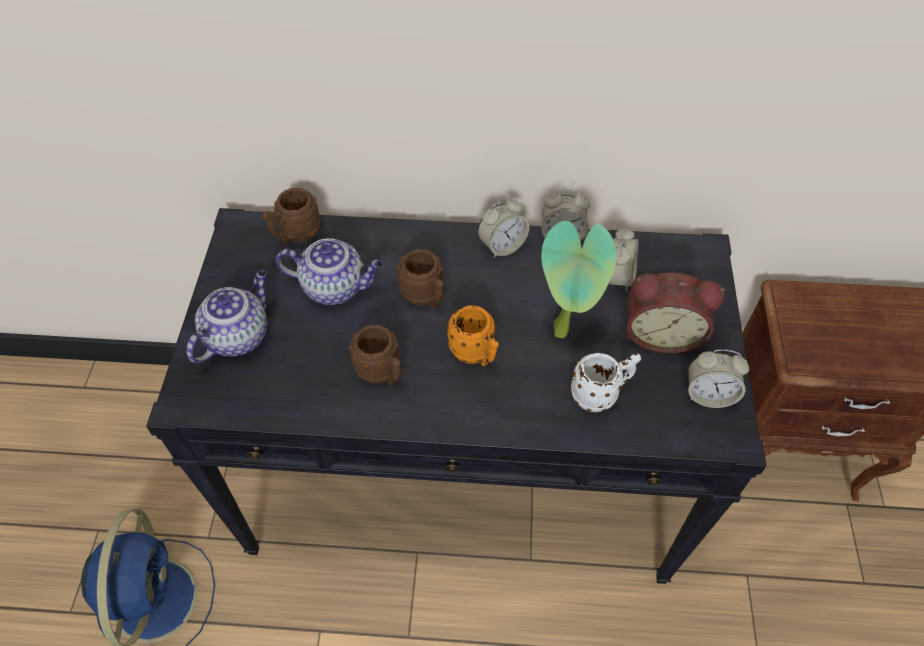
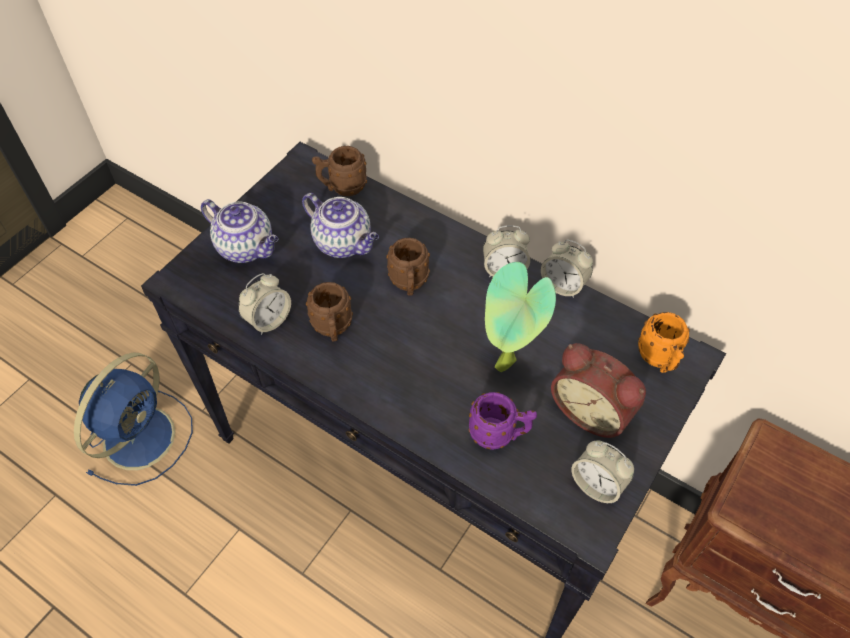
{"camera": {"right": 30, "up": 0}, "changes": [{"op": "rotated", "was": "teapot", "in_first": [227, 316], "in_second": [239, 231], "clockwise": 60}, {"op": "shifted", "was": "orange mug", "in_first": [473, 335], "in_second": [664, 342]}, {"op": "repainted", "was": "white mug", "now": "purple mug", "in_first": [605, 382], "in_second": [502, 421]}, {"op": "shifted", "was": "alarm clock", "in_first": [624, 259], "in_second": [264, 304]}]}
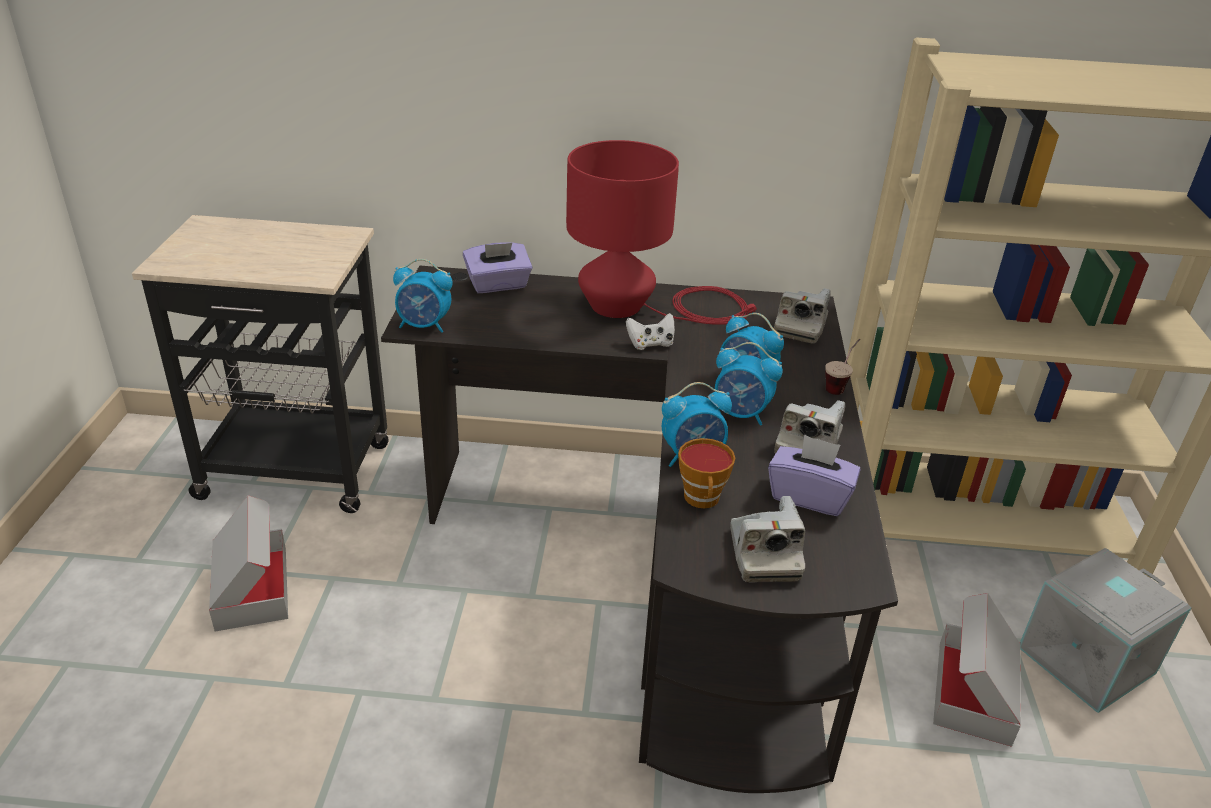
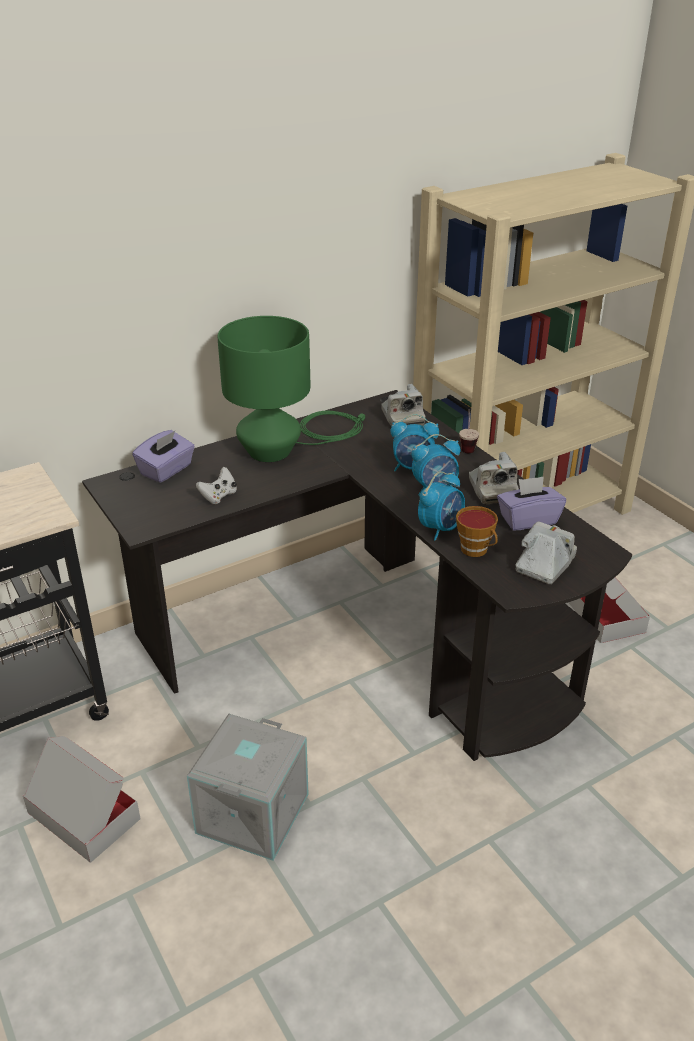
{"camera": {"right": -35, "up": 0}, "changes": [{"op": "gone", "was": "alarm clock", "in_first": [423, 296]}, {"op": "repainted", "was": "red table lamp", "now": "green table lamp", "in_first": [661, 232], "in_second": [291, 389]}, {"op": "shifted", "was": "white game controller", "in_first": [650, 331], "in_second": [216, 485]}, {"op": "rotated", "was": "photo camera", "in_first": [767, 539], "in_second": [546, 552], "clockwise": -105}, {"op": "shifted", "was": "grey storage box", "in_first": [1106, 630], "in_second": [248, 787]}]}
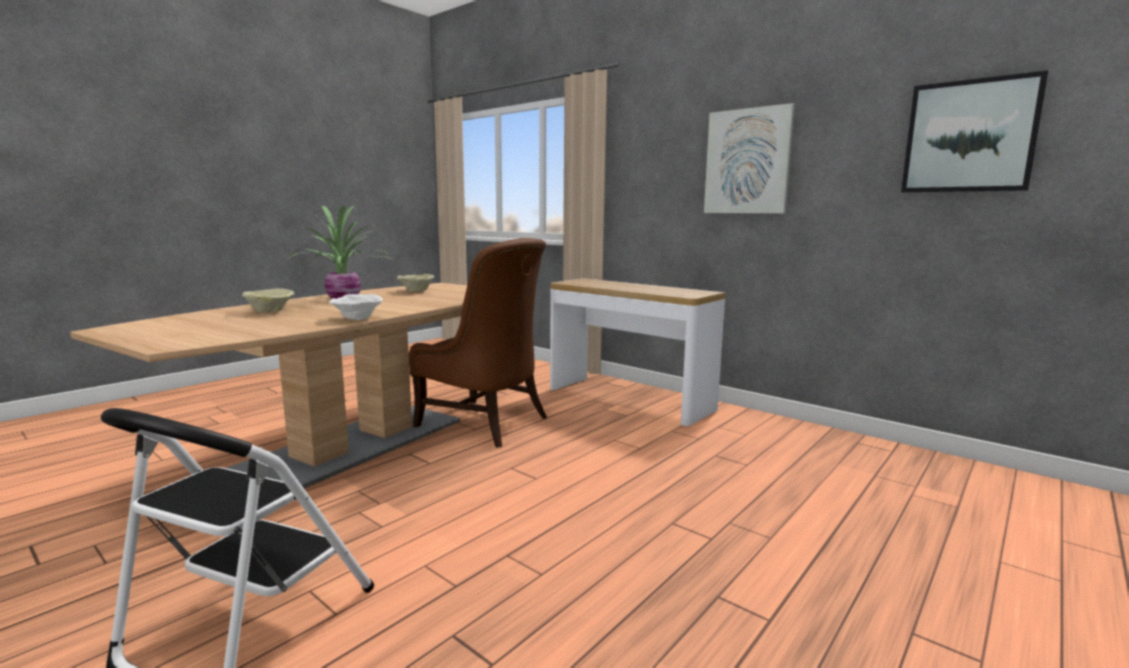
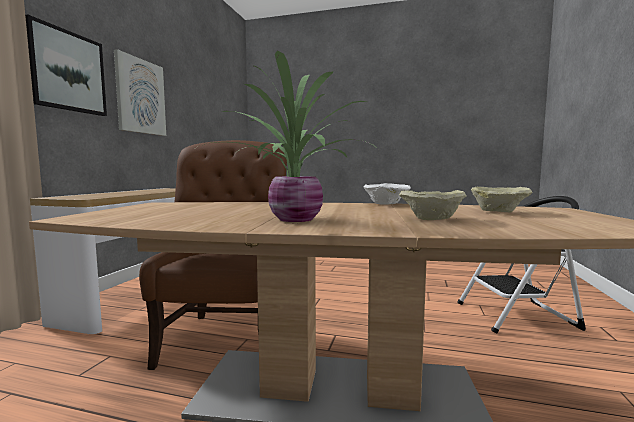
{"camera": {"right": -115, "up": -5}, "changes": [{"op": "shifted", "was": "beige bowl", "in_first": [415, 283], "in_second": [502, 199]}, {"op": "shifted", "was": "picture", "in_first": [974, 131], "in_second": [66, 65]}]}
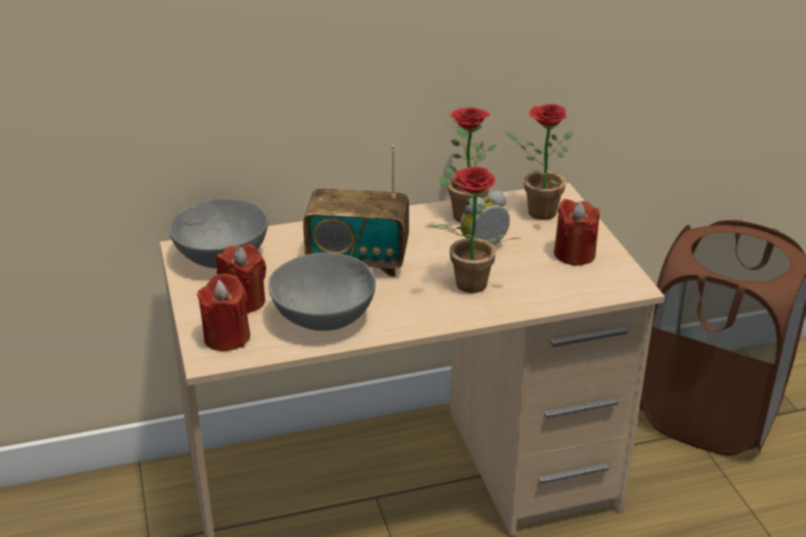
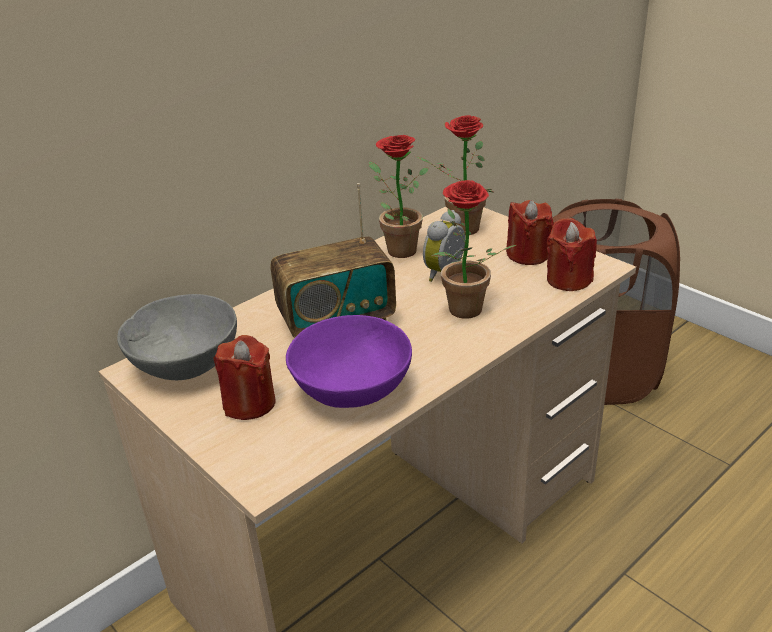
{"camera": {"right": -25, "up": 0}, "changes": [{"op": "shifted", "was": "red candle", "in_first": [223, 312], "in_second": [572, 254]}, {"op": "repainted", "was": "grey bowl", "now": "purple bowl", "in_first": [322, 292], "in_second": [349, 361]}]}
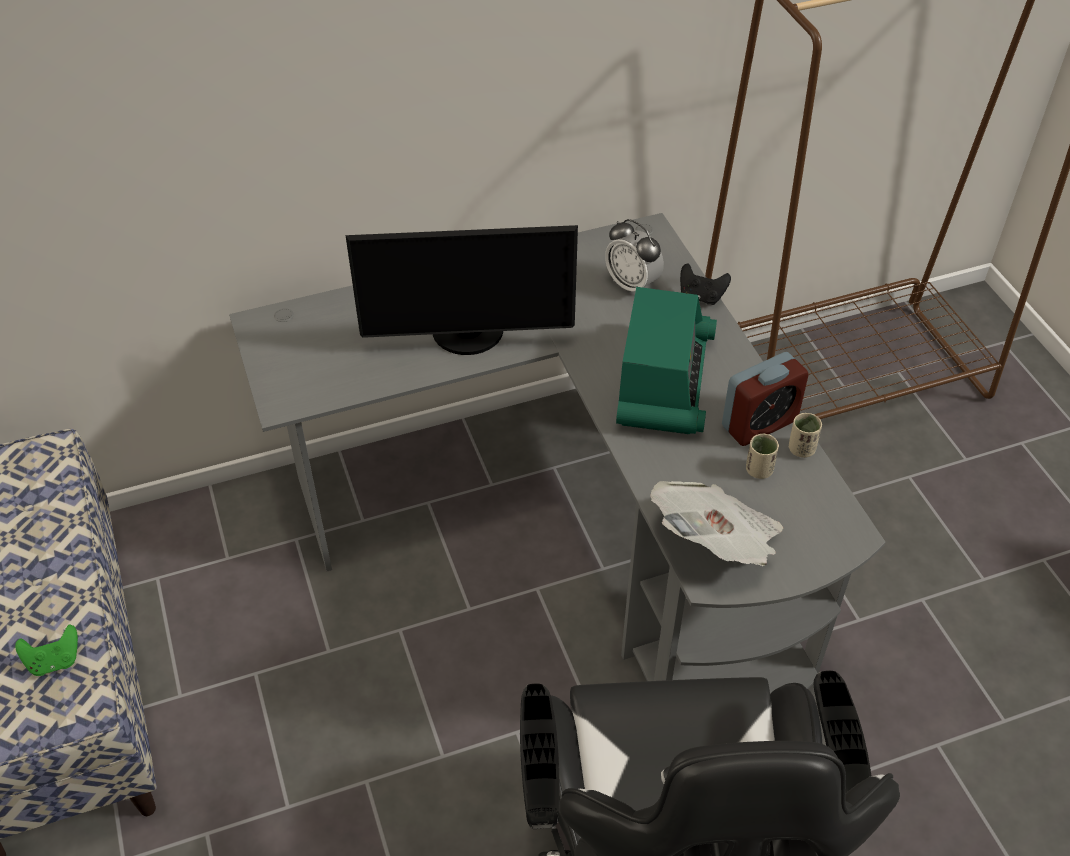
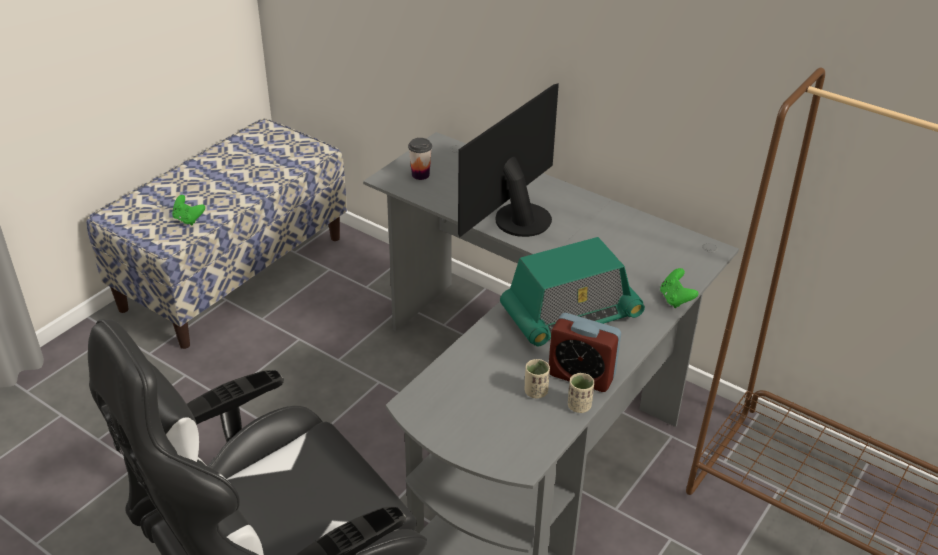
{"camera": {"right": 55, "up": -10}, "changes": [{"op": "rotated", "was": "monitor", "in_first": [461, 290], "in_second": [508, 160], "clockwise": 75}, {"op": "gone", "was": "alarm clock", "in_first": [634, 255]}, {"op": "gone", "was": "newspaper", "in_first": [716, 523]}, {"op": "repainted", "was": "black game controller", "now": "green game controller", "in_first": [705, 284], "in_second": [679, 288]}, {"op": "new", "now": "cup", "in_second": [420, 159]}]}
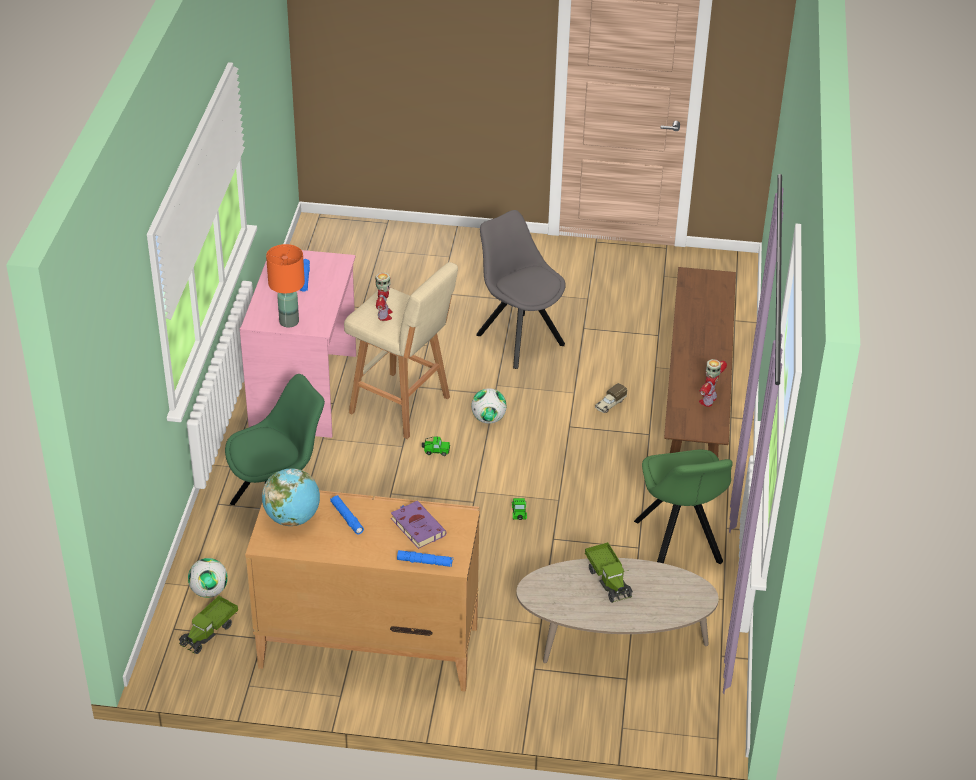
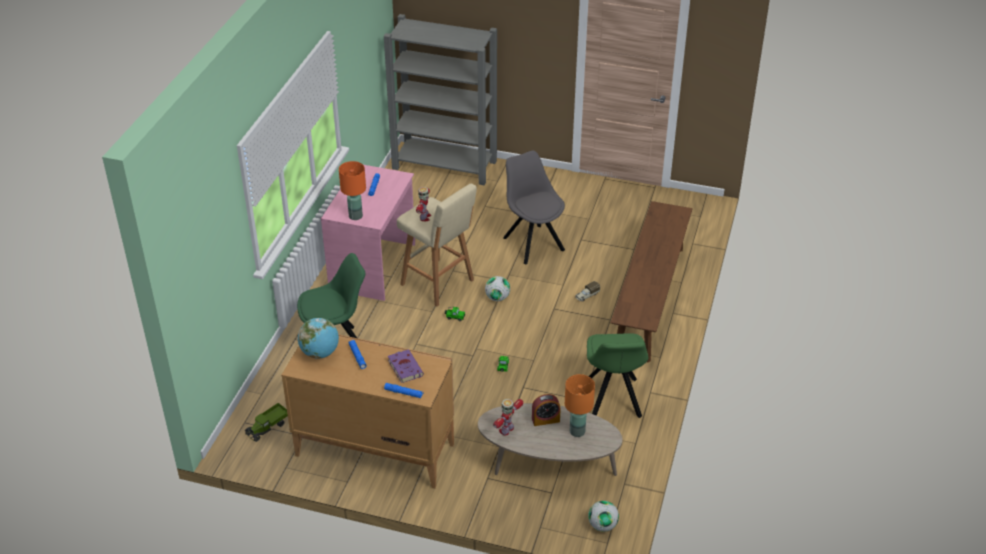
{"camera": {"right": 10, "up": 0}, "changes": [{"op": "shifted", "was": "football", "in_first": [208, 578], "in_second": [603, 516]}, {"op": "swapped", "was": "toy truck", "now": "alarm clock", "in_first": [609, 572], "in_second": [546, 410]}, {"op": "shifted", "was": "toy robot", "in_first": [713, 383], "in_second": [508, 417]}, {"op": "new", "now": "grey bookcase", "in_second": [440, 99]}, {"op": "new", "now": "orange table lamp", "in_second": [580, 405]}]}
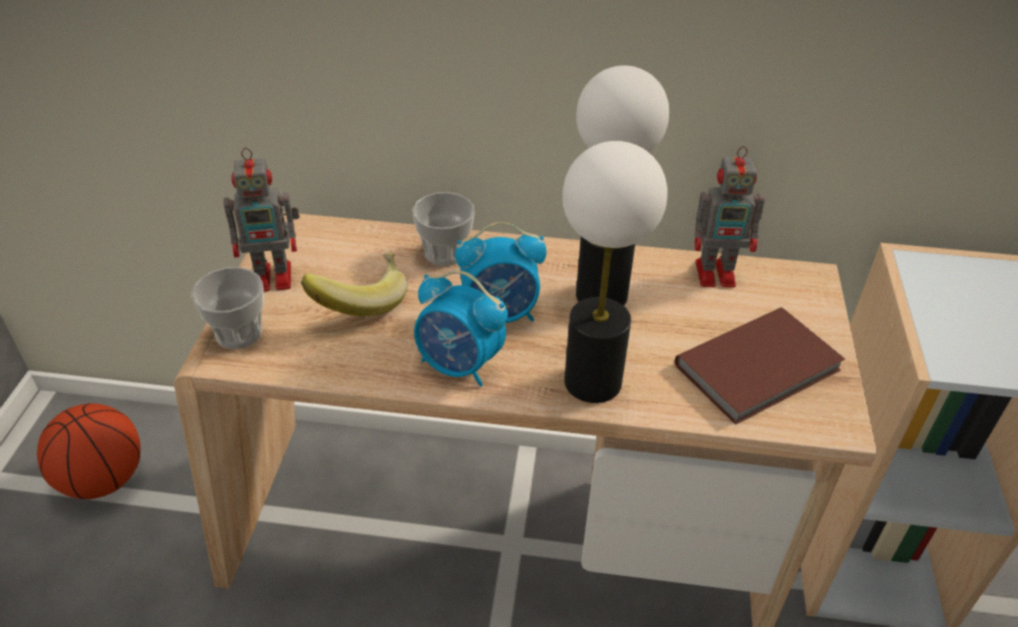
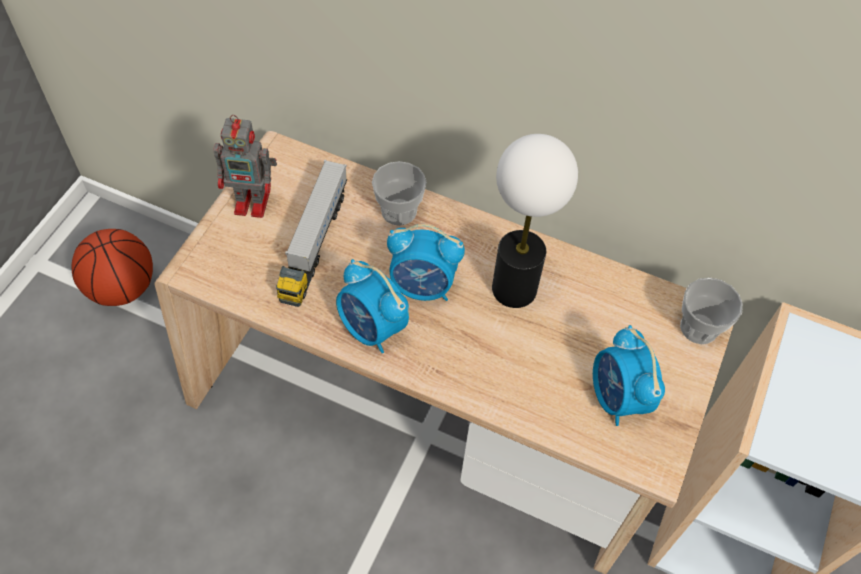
{"camera": {"right": 15, "up": 15}, "changes": [{"op": "shifted", "was": "cup", "in_first": [227, 308], "in_second": [711, 311]}, {"op": "swapped", "was": "banana", "now": "toy truck", "in_first": [354, 284], "in_second": [311, 233]}, {"op": "gone", "was": "table lamp", "in_first": [614, 272]}, {"op": "swapped", "was": "brown book", "now": "alarm clock", "in_first": [760, 366], "in_second": [629, 375]}, {"op": "gone", "was": "toy robot", "in_first": [730, 217]}]}
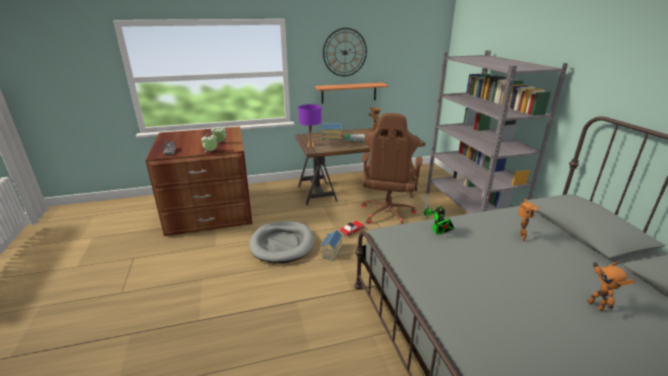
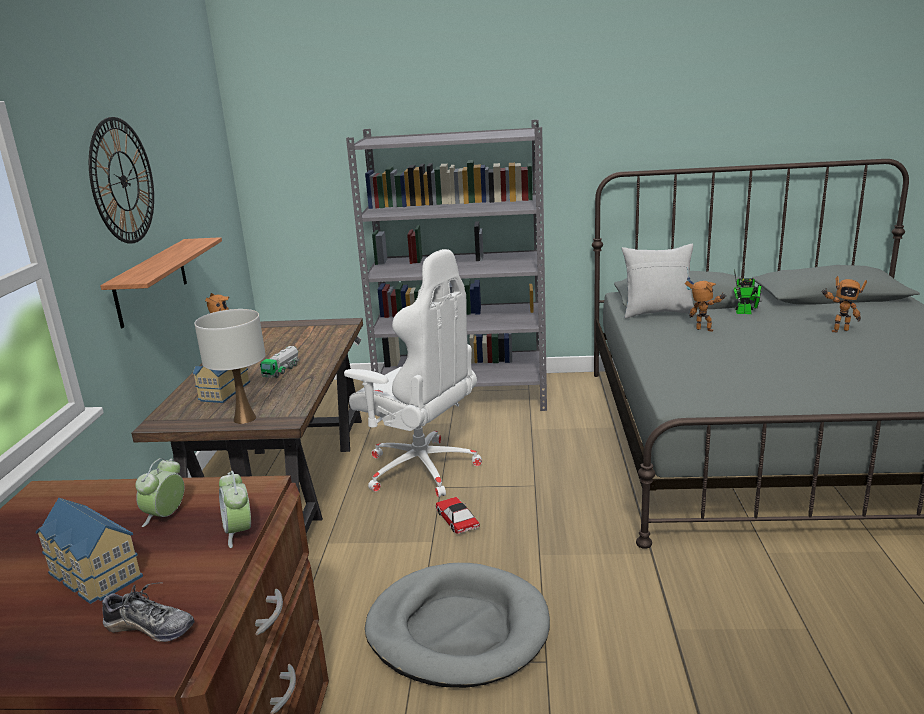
{"camera": {"right": -70, "up": -5}, "changes": [{"op": "repainted", "was": "purple table lamp", "now": "white table lamp", "in_first": [309, 125], "in_second": [229, 366]}, {"op": "shifted", "was": "toy house", "in_first": [331, 245], "in_second": [89, 551]}, {"op": "repainted", "was": "brown office chair", "now": "white office chair", "in_first": [391, 168], "in_second": [413, 373]}, {"op": "shifted", "was": "toy robot", "in_first": [439, 214], "in_second": [748, 291]}, {"op": "new", "now": "grey pillow", "in_second": [658, 281]}]}
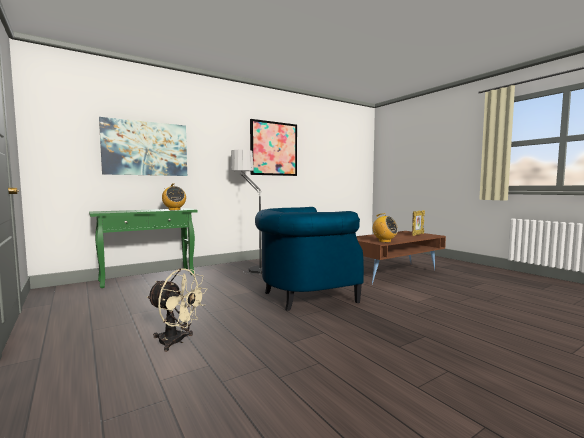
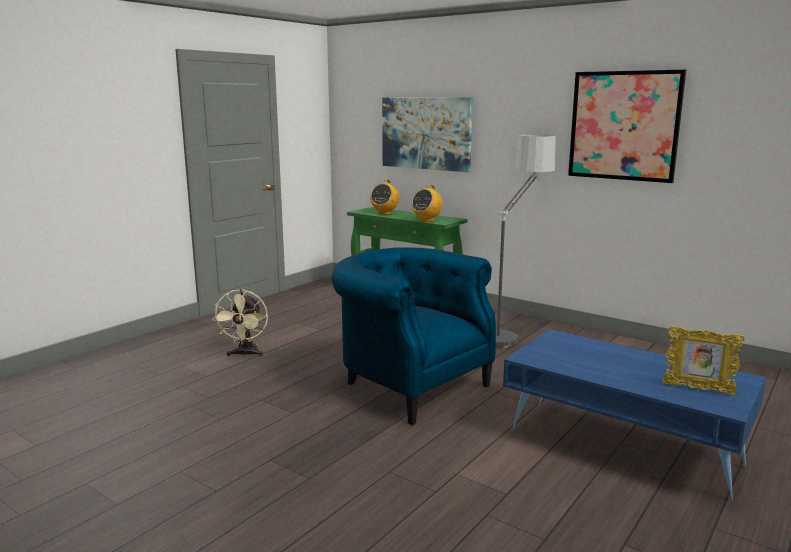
{"camera": {"right": 70, "up": 10}, "changes": [{"op": "repainted", "was": "brown coffee table", "now": "blue coffee table", "in_first": [401, 257], "in_second": [634, 415]}, {"op": "shifted", "was": "radio", "in_first": [385, 227], "in_second": [384, 197]}]}
